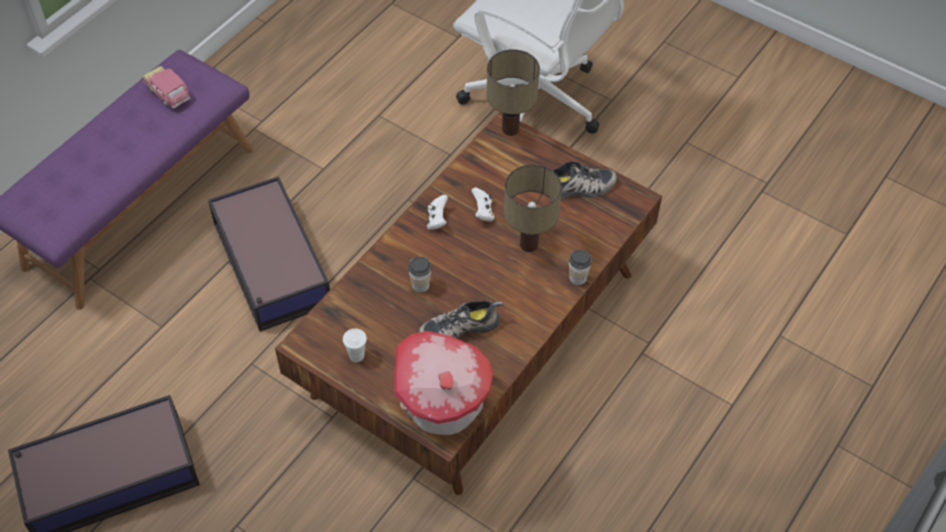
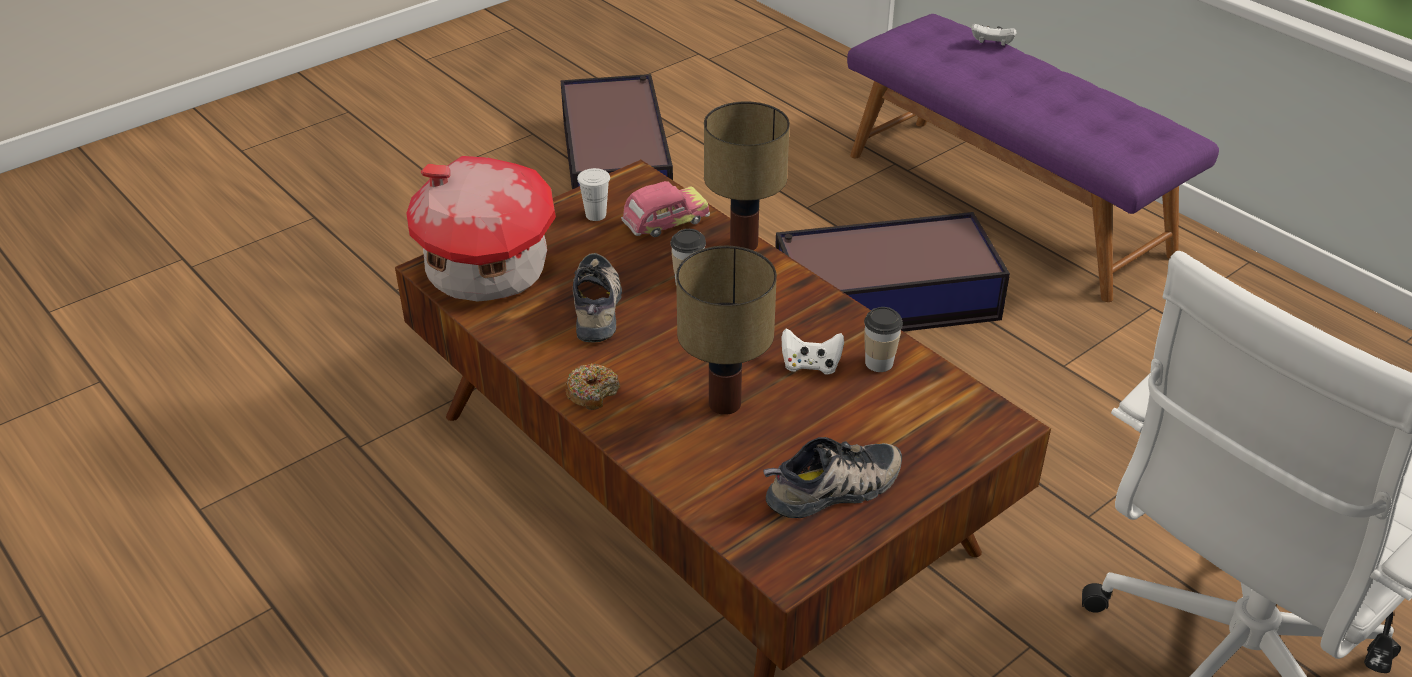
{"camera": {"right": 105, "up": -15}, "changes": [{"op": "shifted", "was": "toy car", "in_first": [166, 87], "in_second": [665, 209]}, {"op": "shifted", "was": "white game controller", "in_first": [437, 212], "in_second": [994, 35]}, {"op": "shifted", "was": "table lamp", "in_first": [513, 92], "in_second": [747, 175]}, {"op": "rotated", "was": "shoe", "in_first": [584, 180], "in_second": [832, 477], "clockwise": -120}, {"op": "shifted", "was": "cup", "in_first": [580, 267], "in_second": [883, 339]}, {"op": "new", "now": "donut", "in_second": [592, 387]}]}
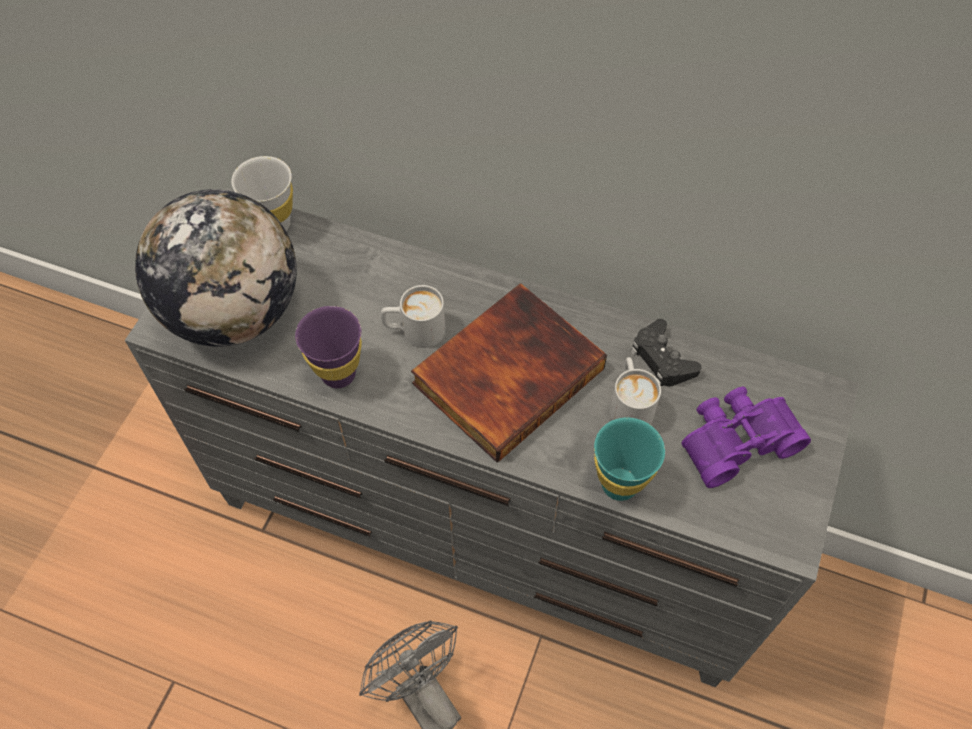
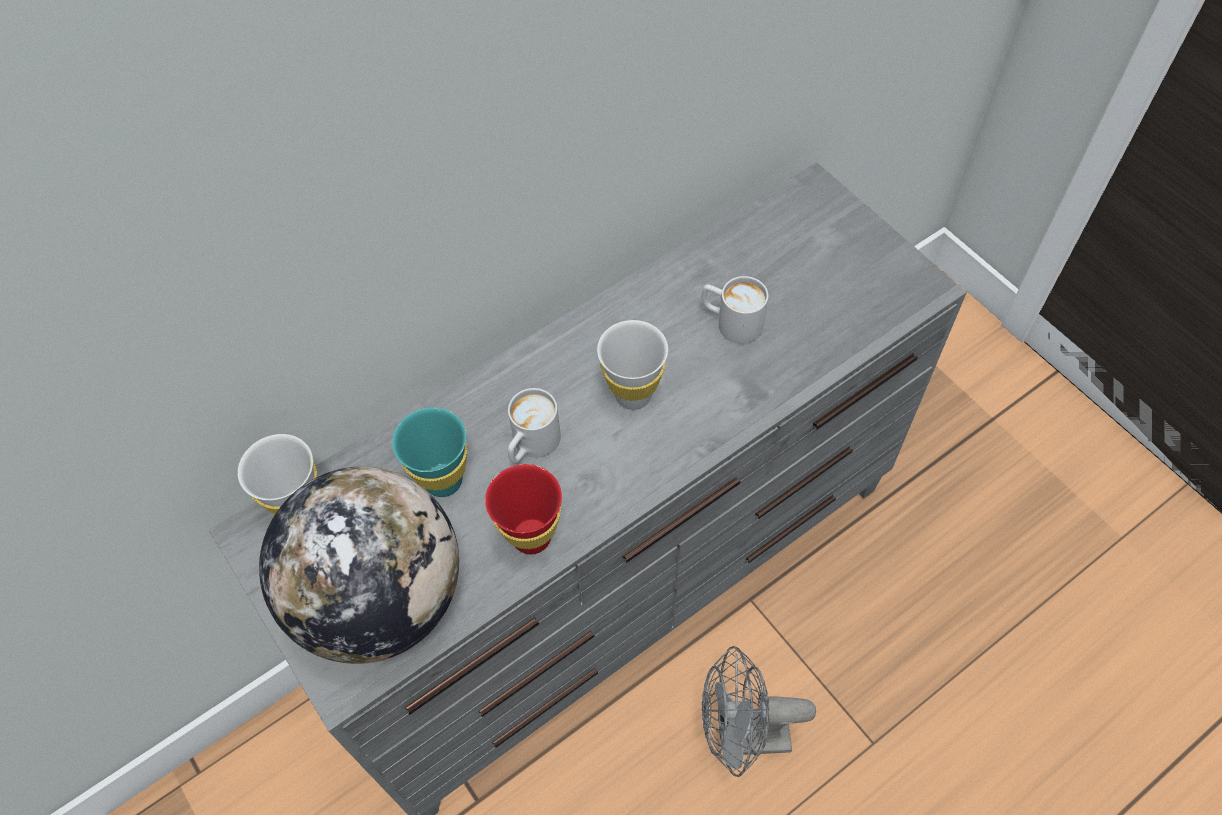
{"camera": {"right": -55, "up": 0}, "changes": [{"op": "repainted", "was": "purple cup", "now": "red cup", "in_first": [328, 347], "in_second": [523, 509]}, {"op": "swapped", "was": "book", "now": "white cup", "in_first": [509, 372], "in_second": [632, 365]}, {"op": "shifted", "was": "turquoise cup", "in_first": [629, 459], "in_second": [429, 452]}, {"op": "gone", "was": "black game controller", "in_first": [666, 352]}, {"op": "gone", "was": "purple binoculars", "in_first": [746, 437]}]}
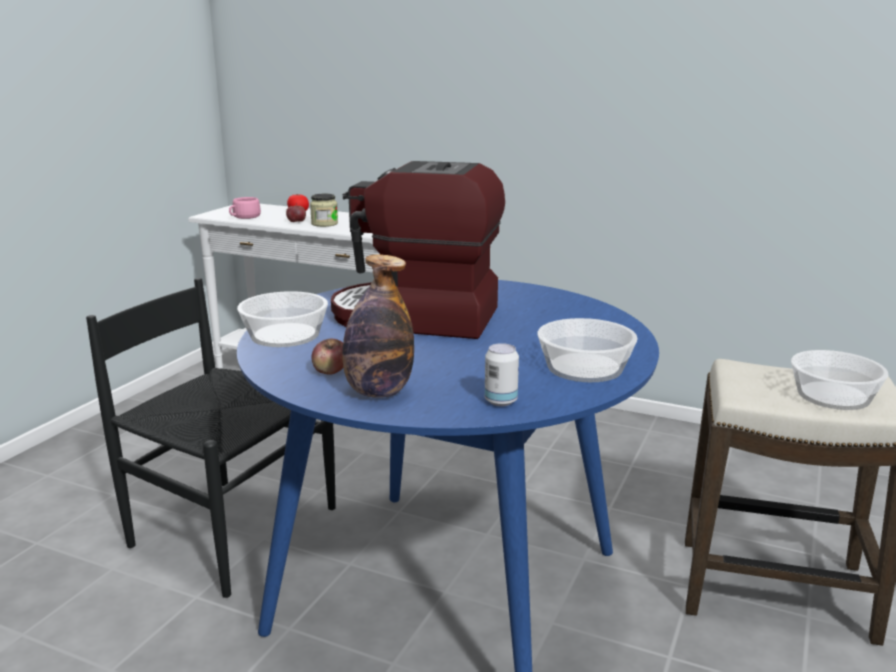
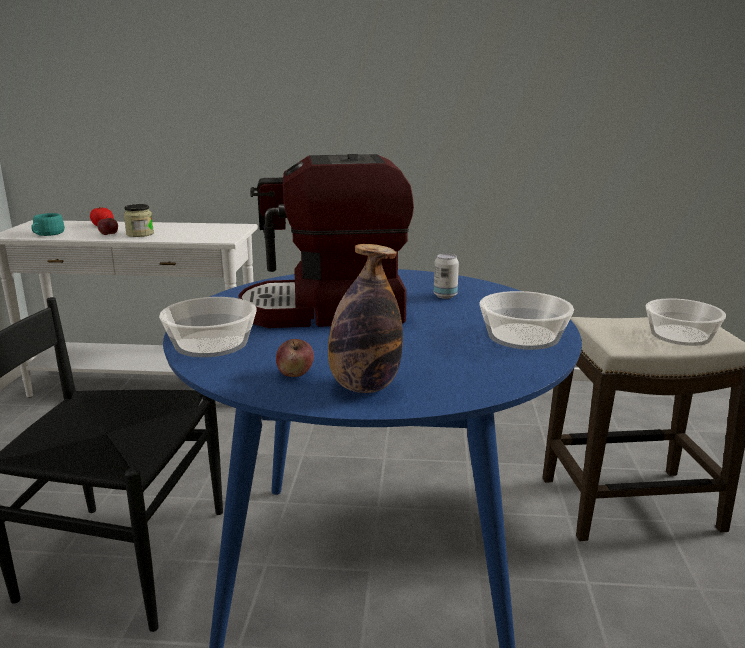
{"camera": {"right": -20, "up": 0}, "changes": [{"op": "repainted", "was": "pink cup", "now": "turquoise cup", "in_first": [245, 208], "in_second": [48, 224]}, {"op": "shifted", "was": "can", "in_first": [502, 374], "in_second": [446, 276]}]}
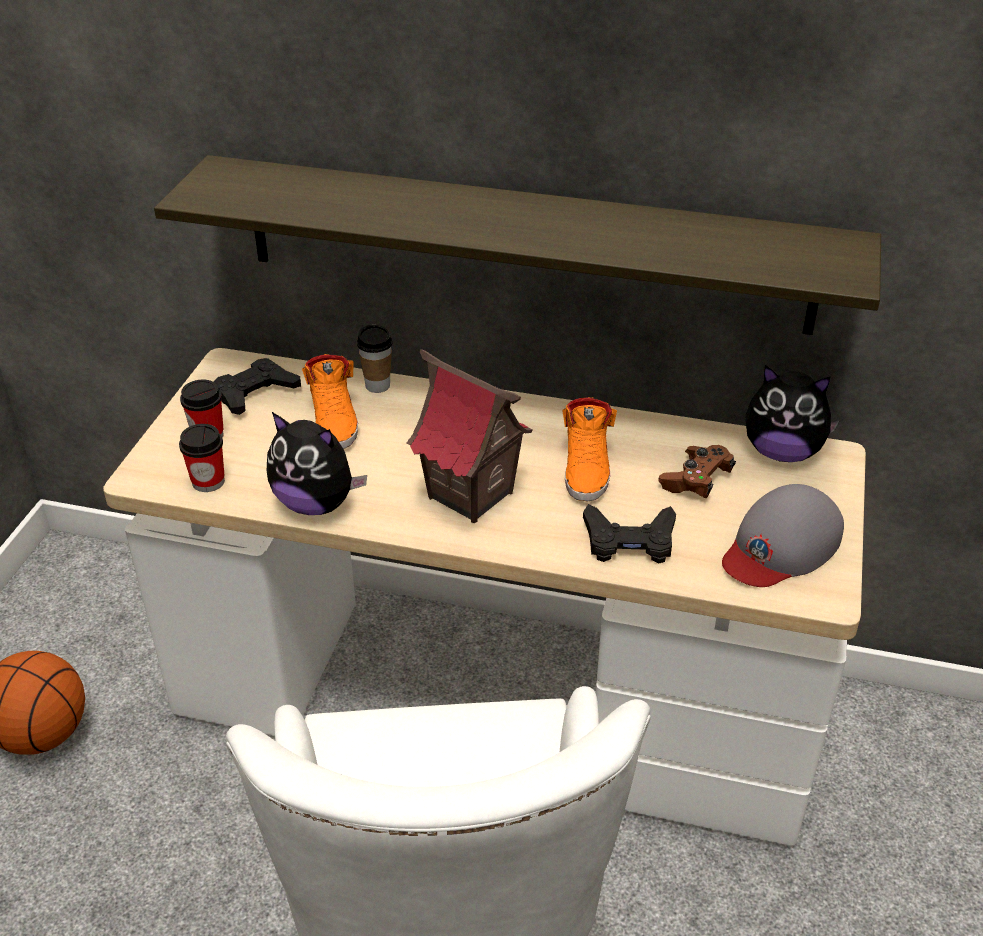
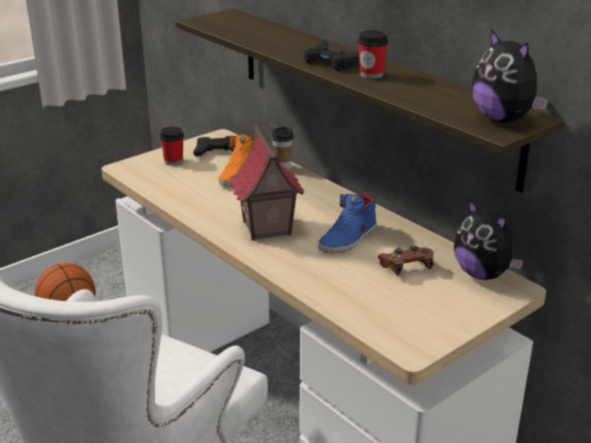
{"camera": {"right": 35, "up": -10}, "changes": [{"op": "shifted", "was": "cup", "in_first": [202, 458], "in_second": [373, 54]}, {"op": "shifted", "was": "plush toy", "in_first": [317, 463], "in_second": [510, 76]}, {"op": "repainted", "was": "orange shoe", "now": "blue shoe", "in_first": [589, 449], "in_second": [347, 223]}, {"op": "shifted", "was": "black game controller", "in_first": [629, 533], "in_second": [331, 55]}, {"op": "gone", "was": "grey cap", "in_first": [783, 535]}]}
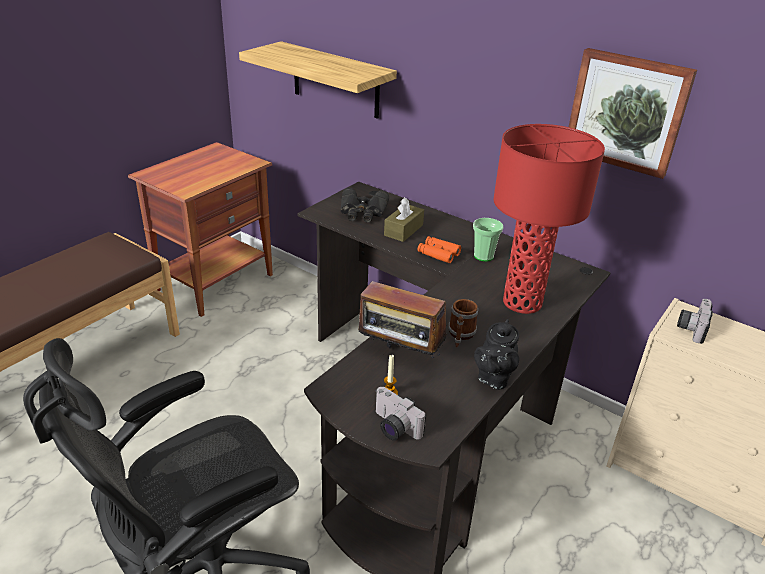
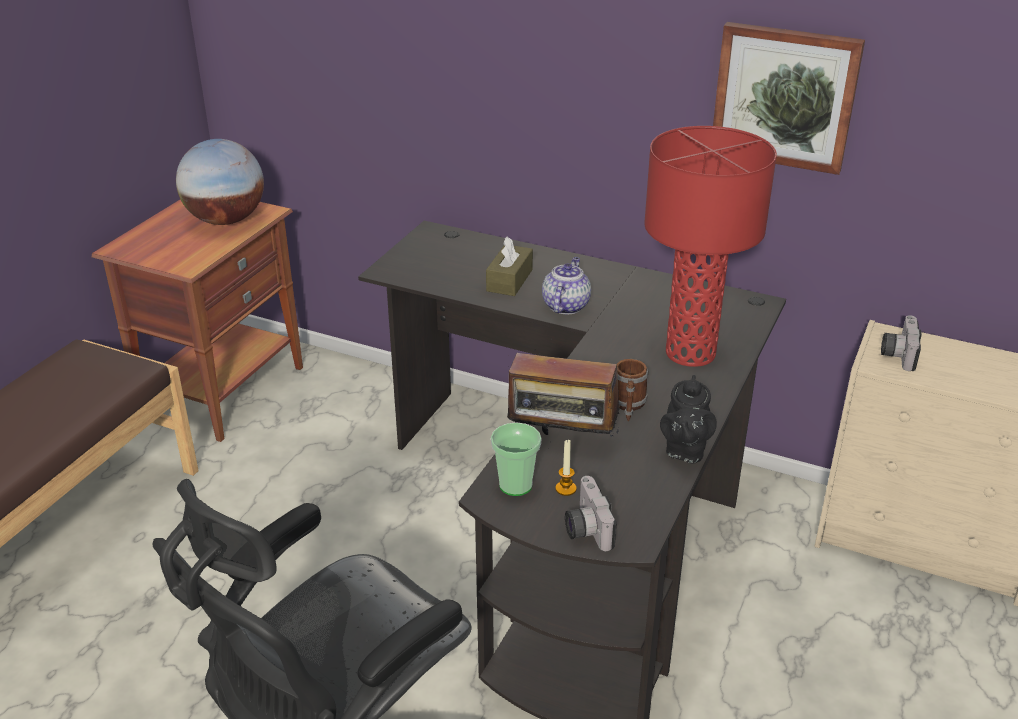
{"camera": {"right": -10, "up": 0}, "changes": [{"op": "gone", "was": "shelf", "in_first": [318, 80]}, {"op": "gone", "was": "black binoculars", "in_first": [364, 205]}, {"op": "rotated", "was": "photo camera", "in_first": [401, 414], "in_second": [591, 513], "clockwise": 45}, {"op": "swapped", "was": "orange binoculars", "now": "teapot", "in_first": [439, 249], "in_second": [566, 285]}, {"op": "shifted", "was": "cup", "in_first": [488, 240], "in_second": [516, 459]}, {"op": "new", "now": "globe", "in_second": [220, 182]}]}
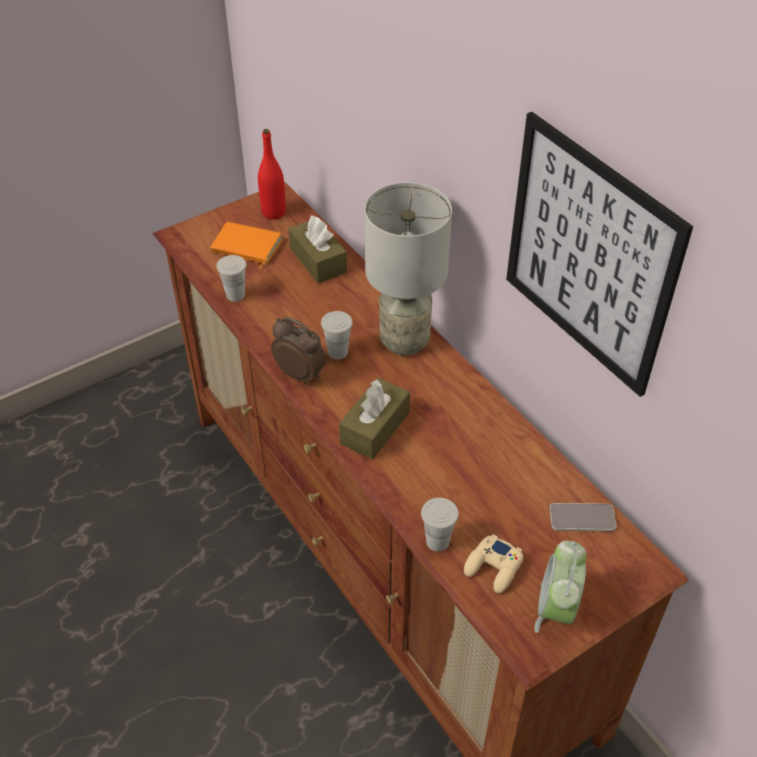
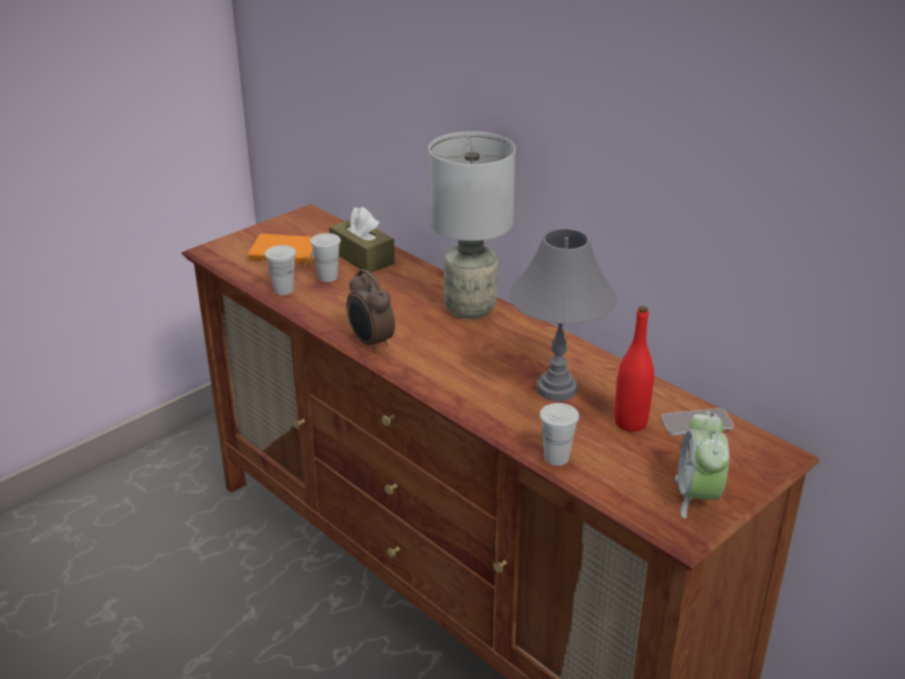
{"camera": {"right": -10, "up": -15}, "changes": [{"op": "shifted", "was": "red bottle", "in_first": [272, 174], "in_second": [634, 369]}, {"op": "rotated", "was": "alarm clock", "in_first": [298, 351], "in_second": [371, 311], "clockwise": -150}, {"op": "shifted", "was": "white cup", "in_first": [337, 335], "in_second": [325, 257]}, {"op": "gone", "was": "brown tissue box", "in_first": [374, 418]}, {"op": "gone", "was": "beige game controller", "in_first": [494, 563]}, {"op": "gone", "was": "picture", "in_first": [599, 254]}, {"op": "new", "now": "grey table lamp", "in_second": [563, 315]}]}
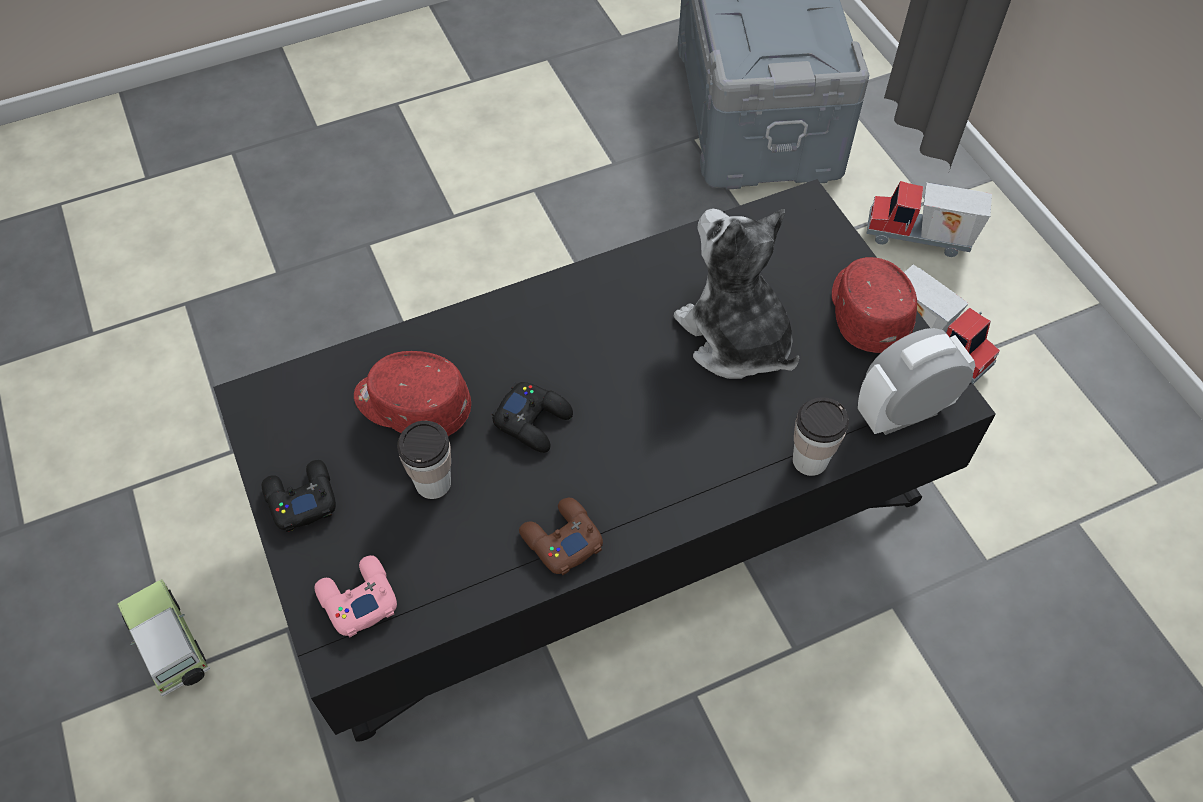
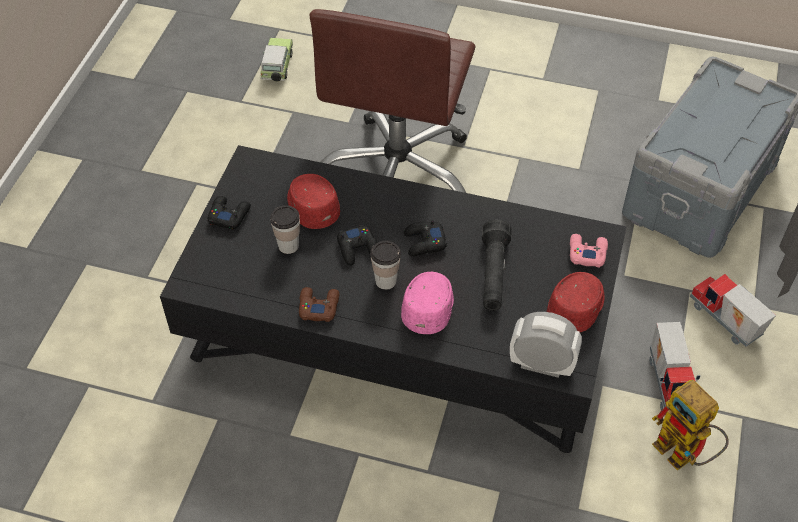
{"camera": {"right": 40, "up": -5}, "changes": [{"op": "shifted", "was": "toy car", "in_first": [163, 637], "in_second": [276, 60]}, {"op": "shifted", "was": "pink game controller", "in_first": [356, 596], "in_second": [589, 250]}, {"op": "swapped", "was": "plush toy", "now": "black flashlight", "in_first": [736, 294], "in_second": [496, 265]}, {"op": "shifted", "was": "cup", "in_first": [821, 436], "in_second": [385, 265]}, {"op": "new", "now": "brown office chair", "in_second": [393, 101]}, {"op": "new", "now": "pink cap", "in_second": [427, 303]}, {"op": "new", "now": "black game controller", "in_second": [425, 238]}, {"op": "new", "now": "toy robot", "in_second": [690, 425]}]}
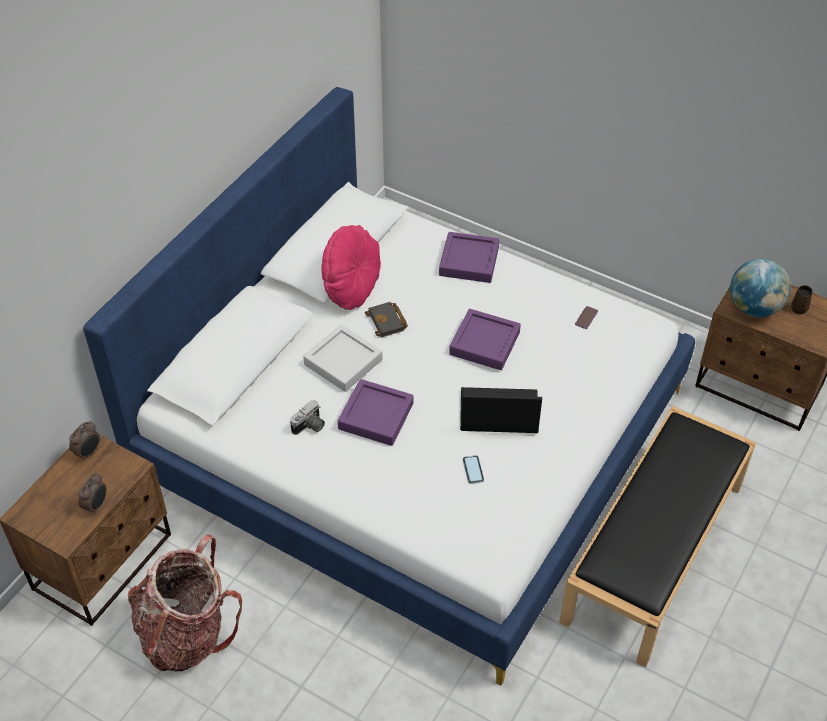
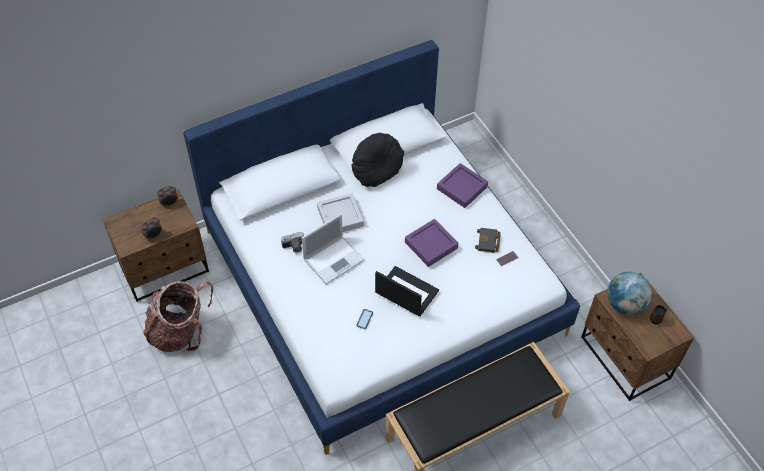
{"camera": {"right": 30, "up": 5}, "changes": [{"op": "repainted", "was": "pink pillow", "now": "black pillow", "in_first": [351, 267], "in_second": [378, 160]}, {"op": "swapped", "was": "purple tray", "now": "laptop", "in_first": [376, 412], "in_second": [332, 249]}, {"op": "shifted", "was": "black book", "in_first": [386, 320], "in_second": [487, 240]}]}
